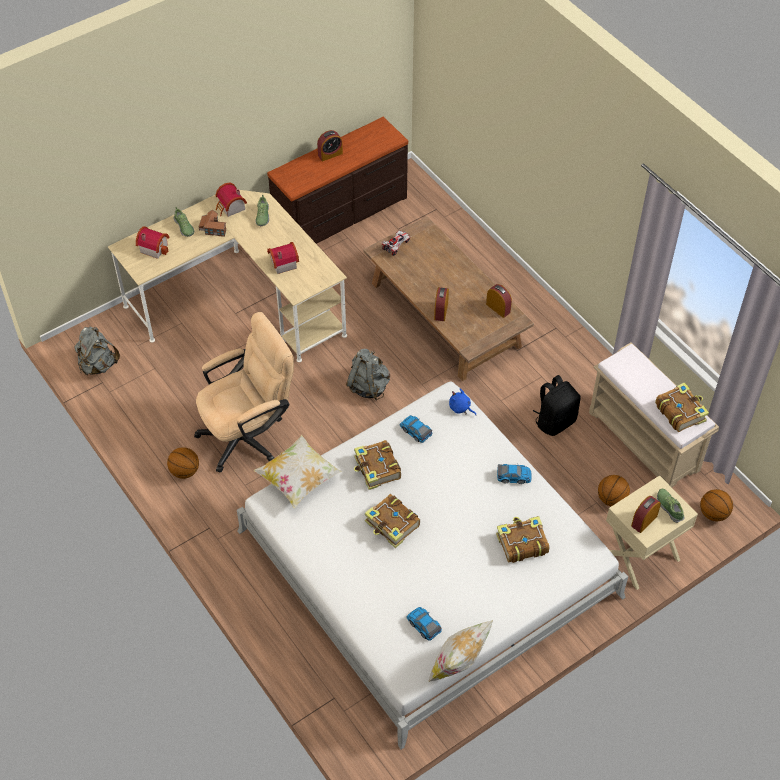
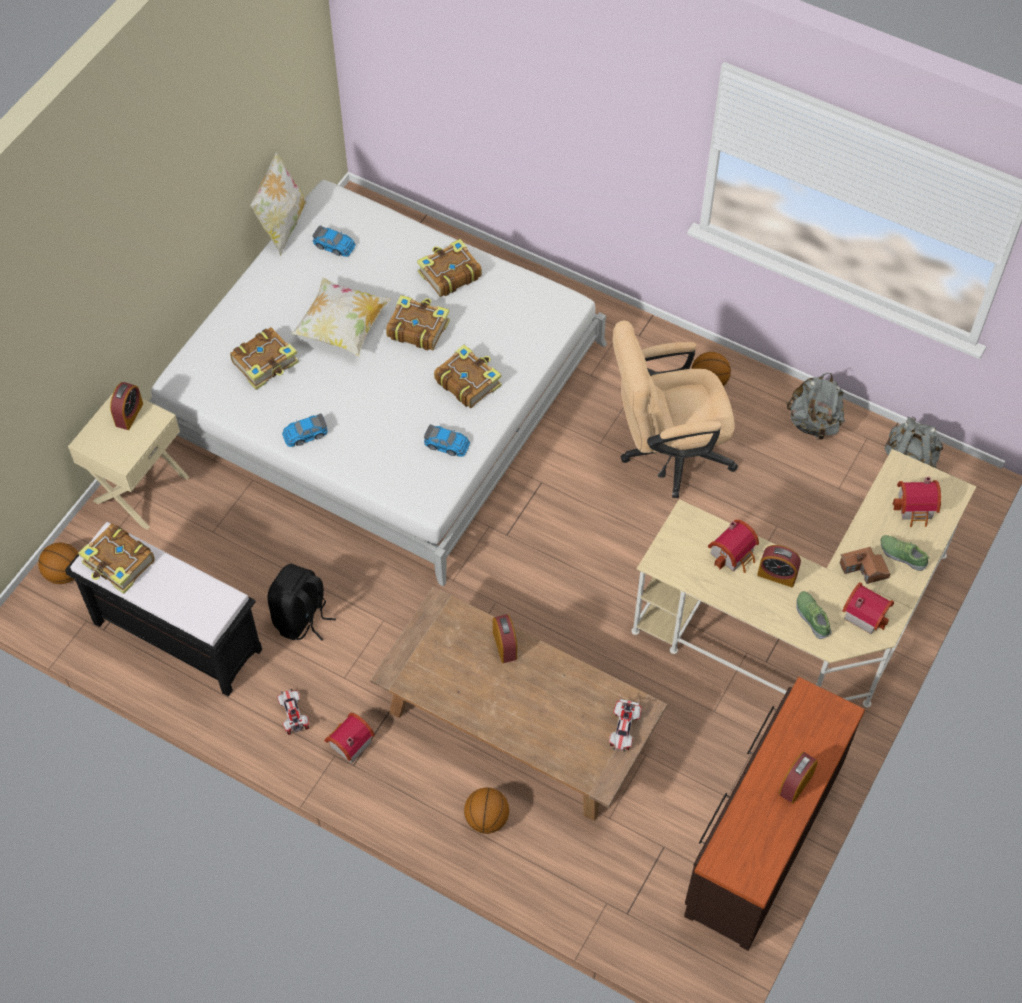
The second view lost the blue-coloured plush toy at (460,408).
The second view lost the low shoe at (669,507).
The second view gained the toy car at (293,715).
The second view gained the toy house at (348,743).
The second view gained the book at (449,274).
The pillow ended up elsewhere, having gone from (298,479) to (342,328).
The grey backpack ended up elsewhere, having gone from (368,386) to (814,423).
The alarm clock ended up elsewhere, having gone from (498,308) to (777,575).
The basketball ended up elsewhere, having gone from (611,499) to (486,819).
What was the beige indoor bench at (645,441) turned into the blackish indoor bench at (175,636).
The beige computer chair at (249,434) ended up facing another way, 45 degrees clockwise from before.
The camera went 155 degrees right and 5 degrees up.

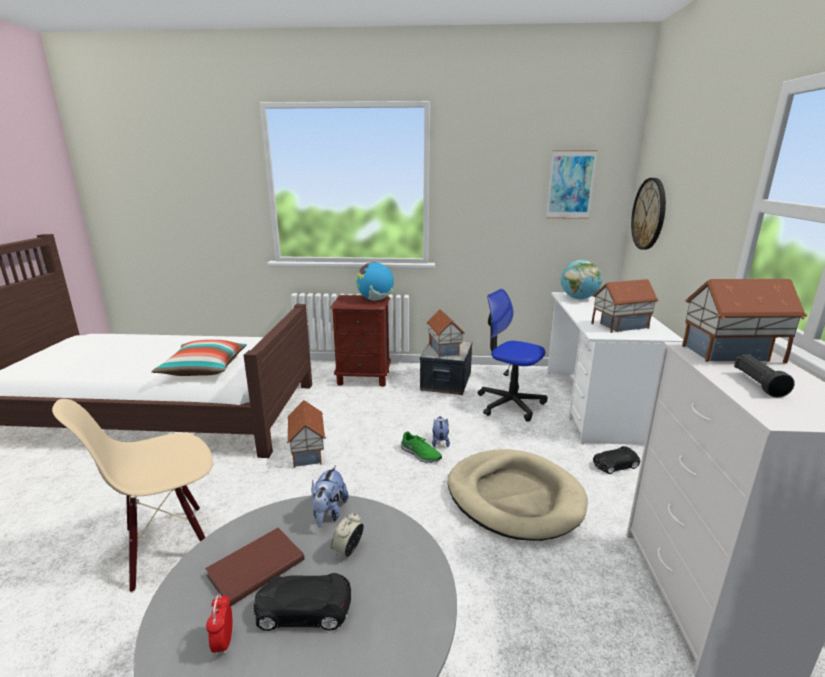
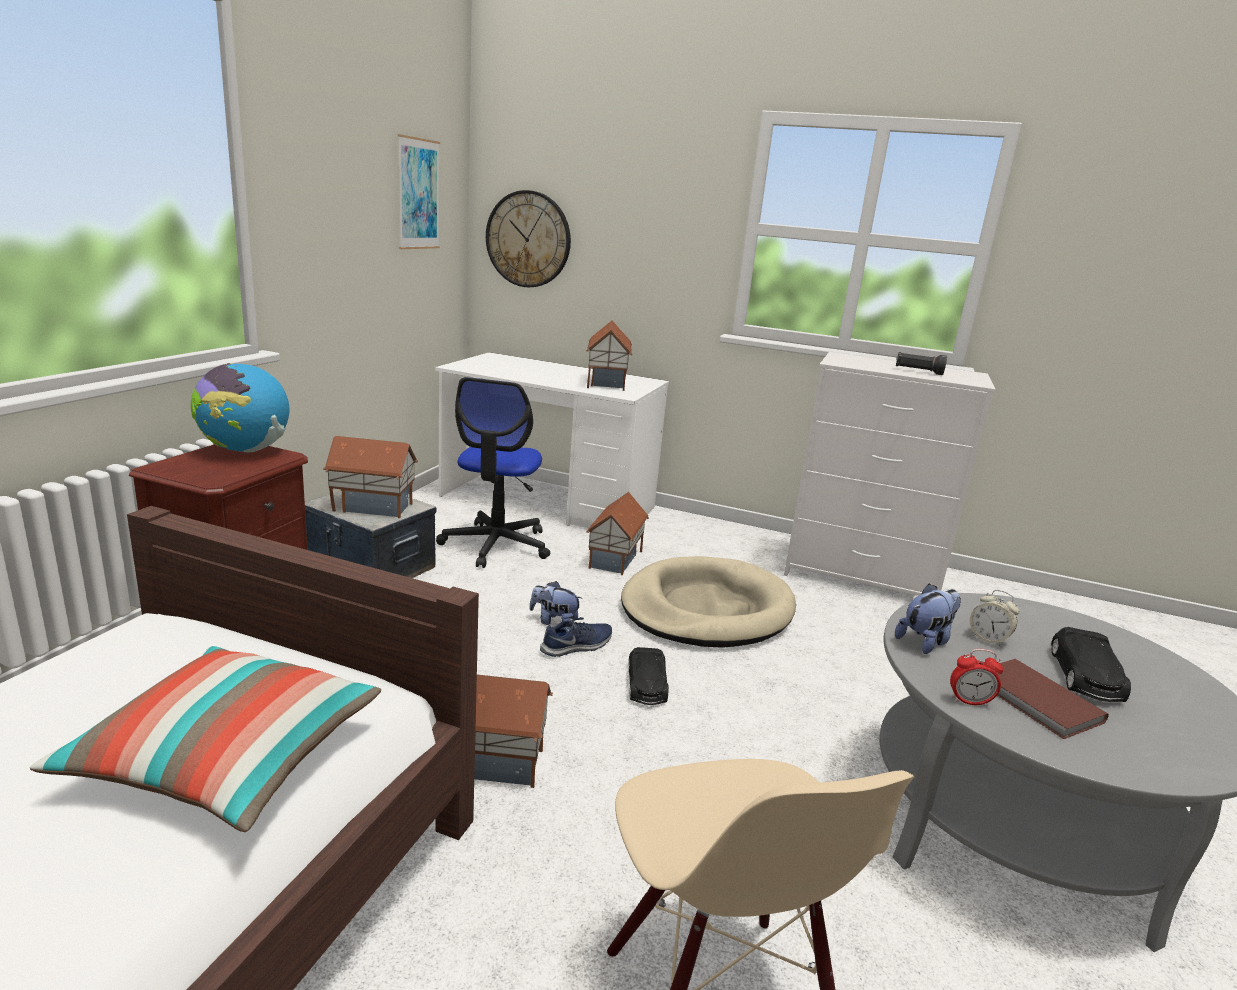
The second view lost the desk globe at (578,298).
The alarm clock ended up elsewhere, having gone from (223,642) to (969,701).
The blackish toy car ended up elsewhere, having gone from (615,465) to (646,685).
The toy house ended up elsewhere, having gone from (732,354) to (616,559).
What was the green low shoe at (420,454) turned into the blue-coloured low shoe at (577,646).
The plush toy at (329,513) ended up facing another way, 60 degrees counterclockwise from before.
The computer chair at (510,403) ended up facing another way, 45 degrees counterclockwise from before.
The camera went 75 degrees left and 0 degrees up.

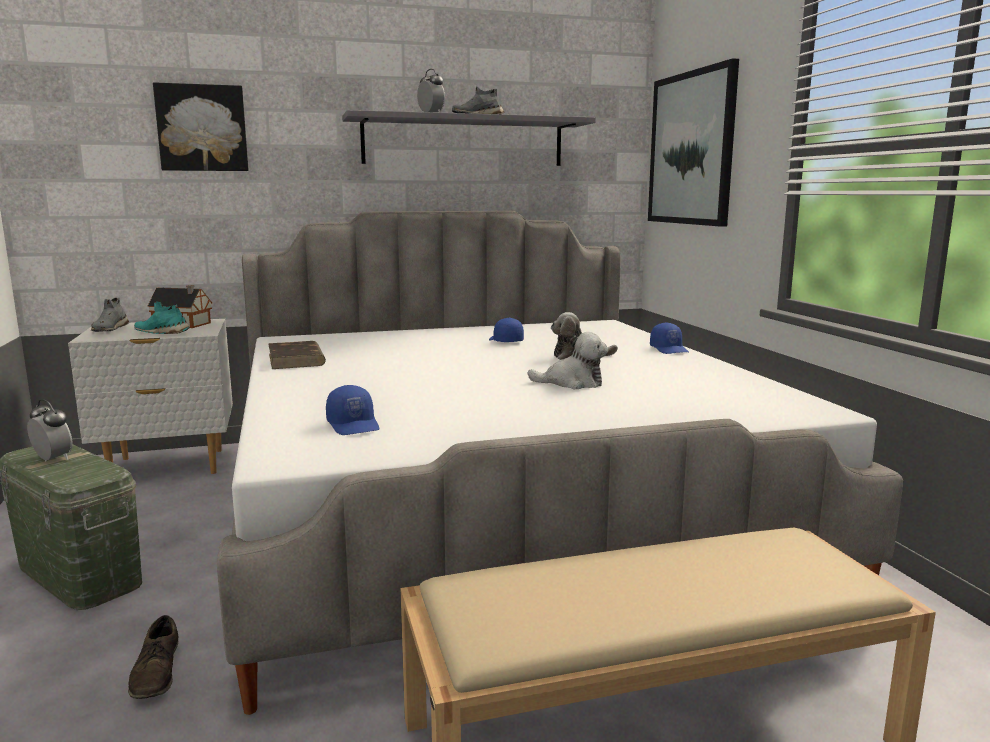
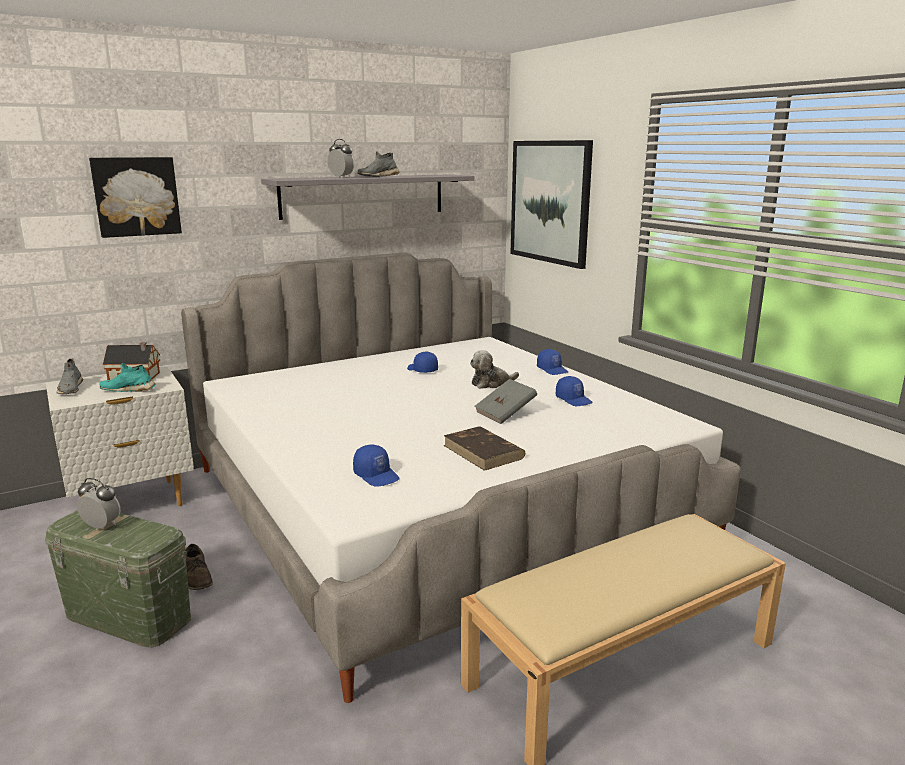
The second view gained the blue-coloured cap at (574,400).
The brownish low shoe ended up elsewhere, having gone from (156,672) to (197,576).
The brownish book ended up elsewhere, having gone from (296,359) to (483,452).
Where the plush toy stood at (572,383), the grey book came to stand at (505,414).
The camera went 15 degrees left and 5 degrees up.

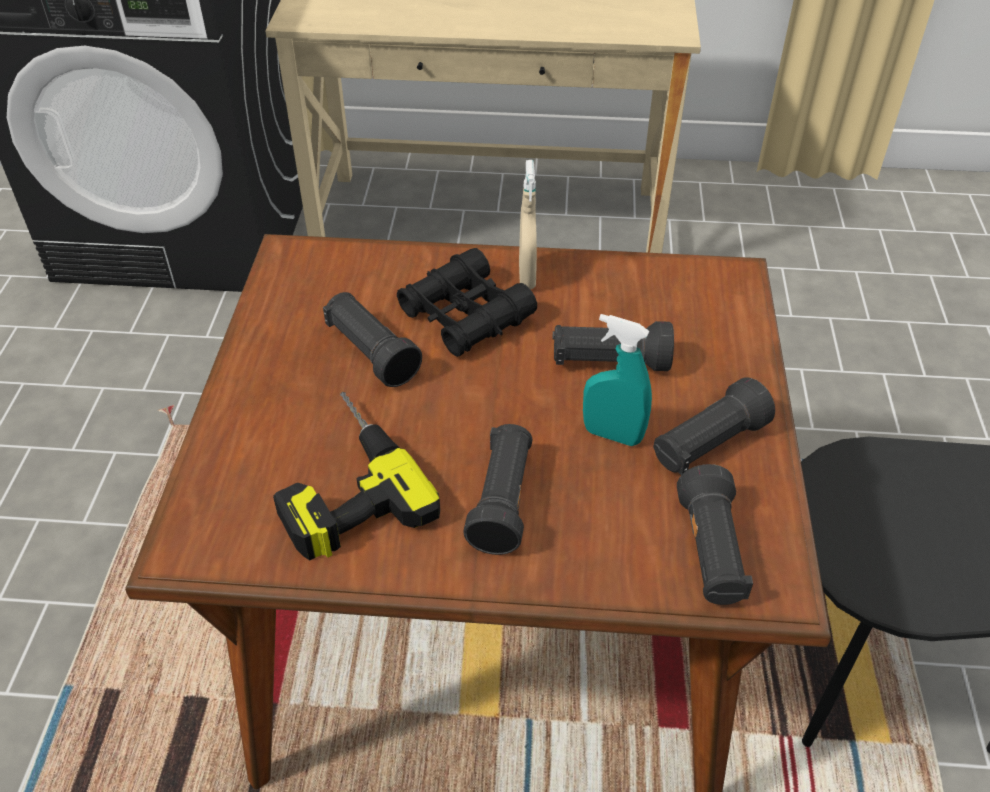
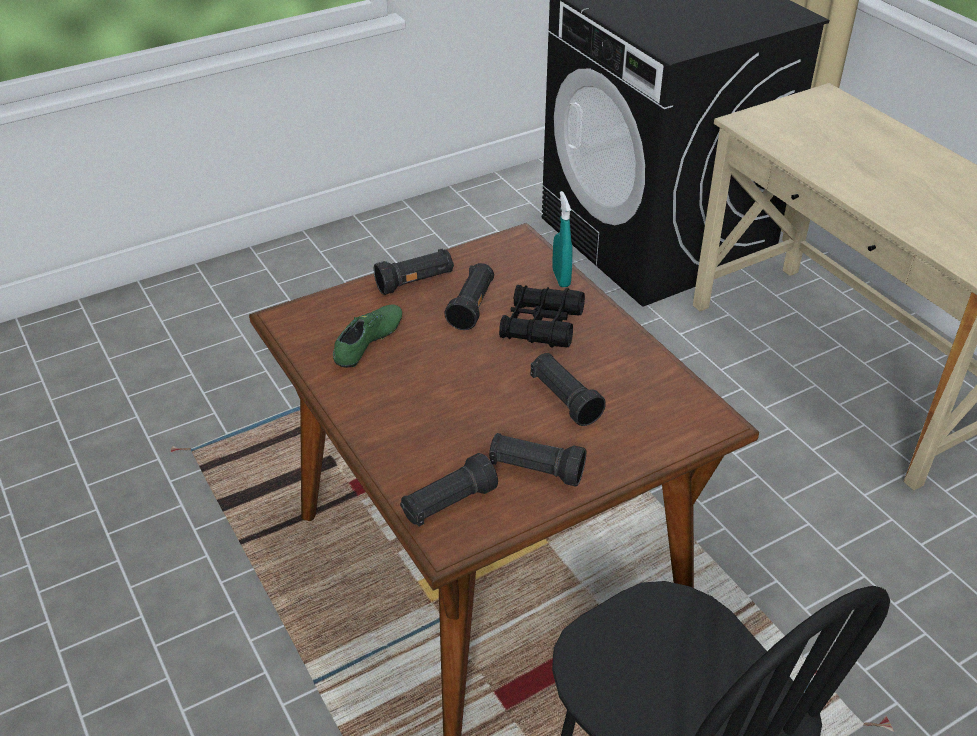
The second view lost the beige hand sprayer at (527,276).
The blackish flashlight ended up elsewhere, having gone from (503,501) to (415,282).
The blue-green hand sprayer ended up elsewhere, having gone from (612,435) to (561,278).
Where the electric drill stood at (340,482), the green low shoe came to stand at (369,343).
The camera went 55 degrees right and 5 degrees down.

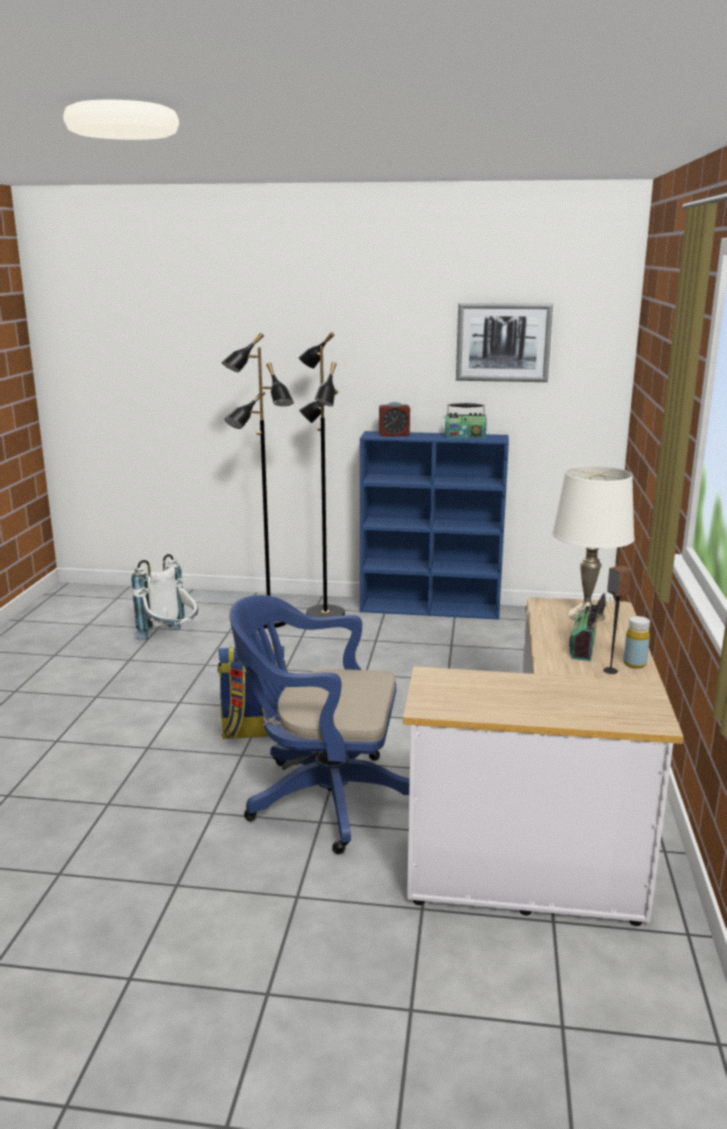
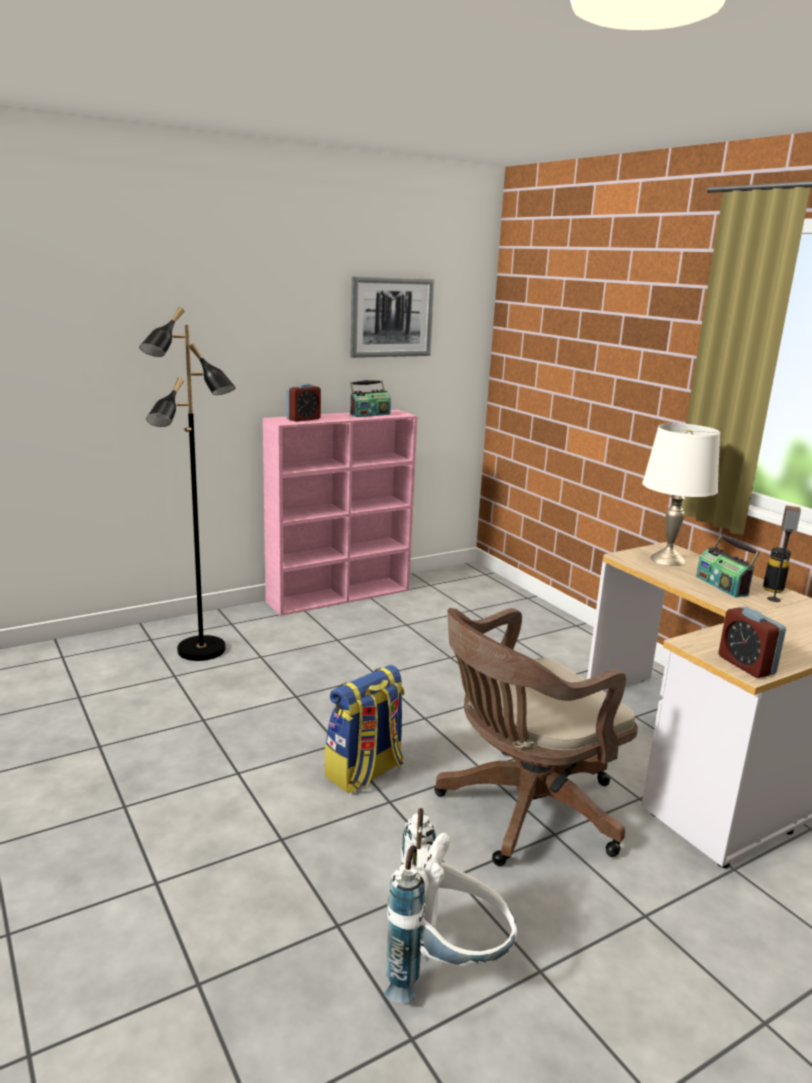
The second view lost the blackish standard lamp at (324,615).
The second view gained the alarm clock at (746,665).
The white backpack ended up elsewhere, having gone from (171,639) to (445,969).
What was the blue-coloured computer chair at (322,798) turned into the brownish computer chair at (522,811).
What was the blue-coloured bookshelf at (431,608) turned into the pinkish bookshelf at (340,595).
What was the yellow-coloured drink bottle at (634,664) turned into the blackish drink bottle at (773,589).
The camera went 40 degrees left and 0 degrees up.

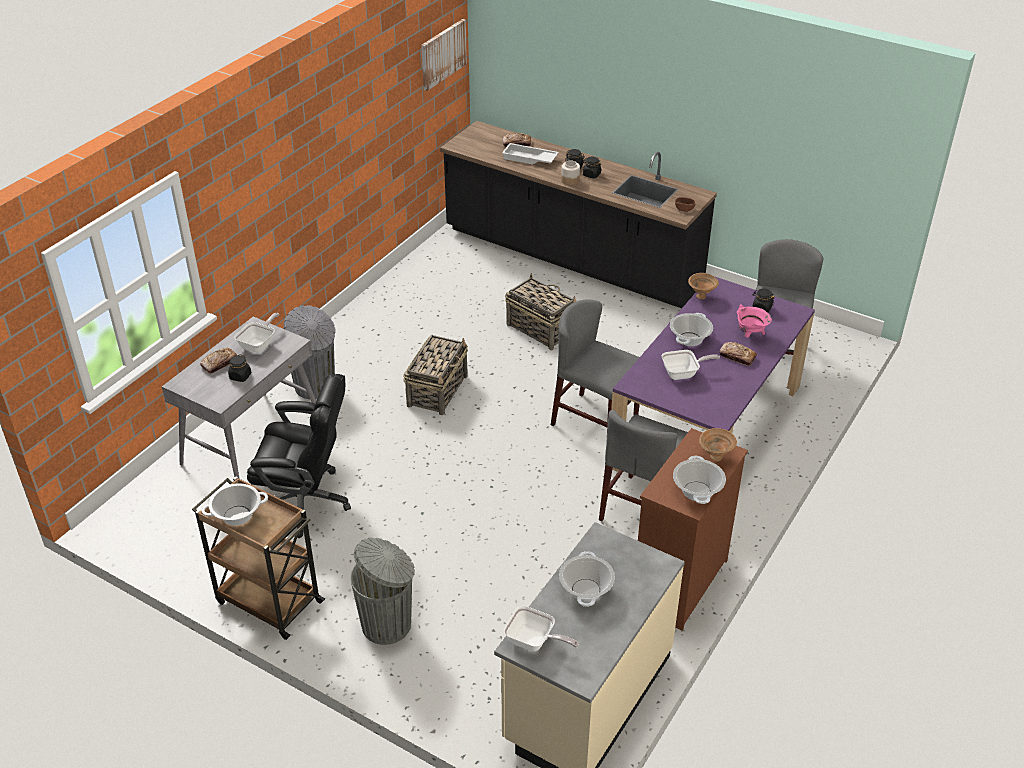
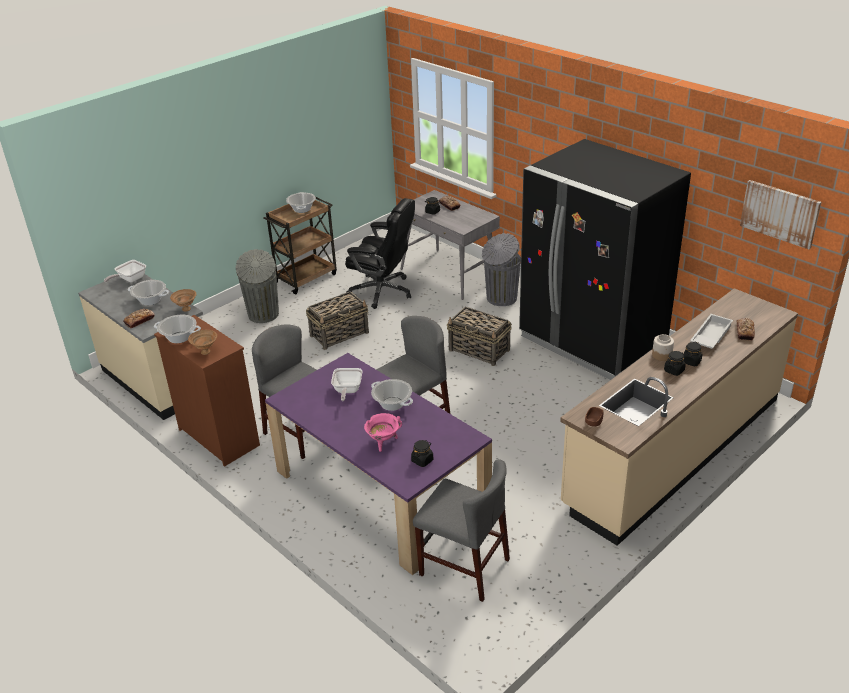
The second view lost the skillet at (259,344).
The second view gained the blackish refrigerator at (592,341).
The basket ended up elsewhere, having gone from (540,329) to (340,334).
The brownish bowl ended up elsewhere, having gone from (701,296) to (186,309).
The baked bread ended up elsewhere, having gone from (737,356) to (139,321).
What was the blackish kitchen counter at (571,258) turned into the beige kitchen counter at (673,450).
The blackish computer chair at (305,501) ended up facing another way, 90 degrees counterclockwise from before.
The camera went 105 degrees right and 5 degrees down.

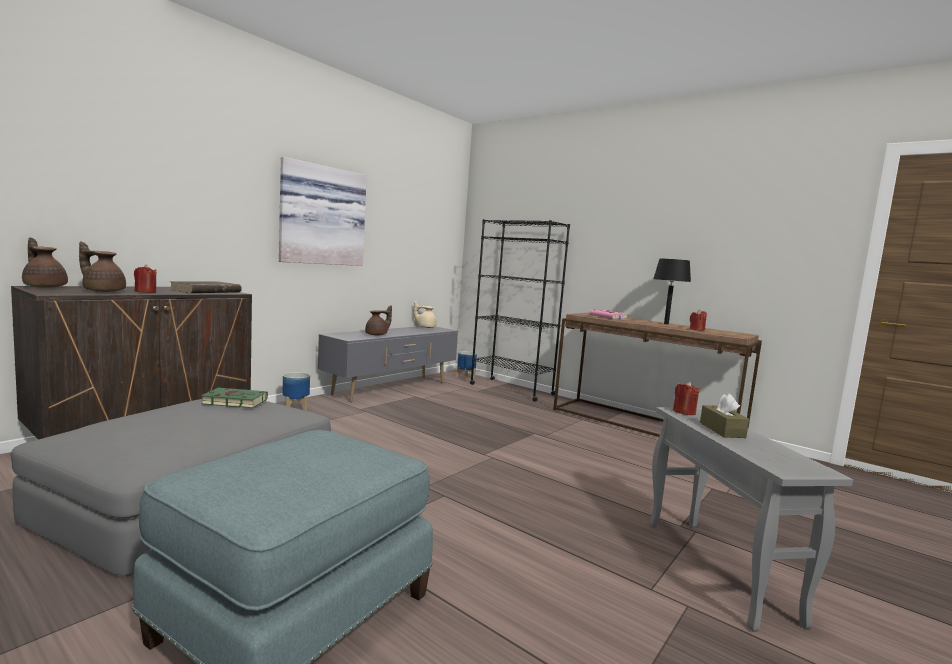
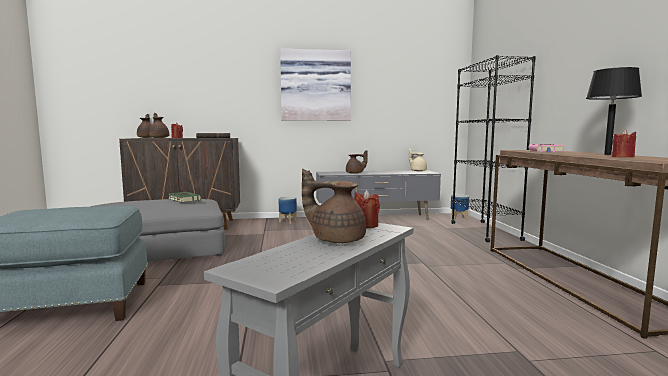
Where the brownish tissue holder stood at (722,430), the brownish teapot came to stand at (336,239).
The camera went 45 degrees right and 0 degrees up.

